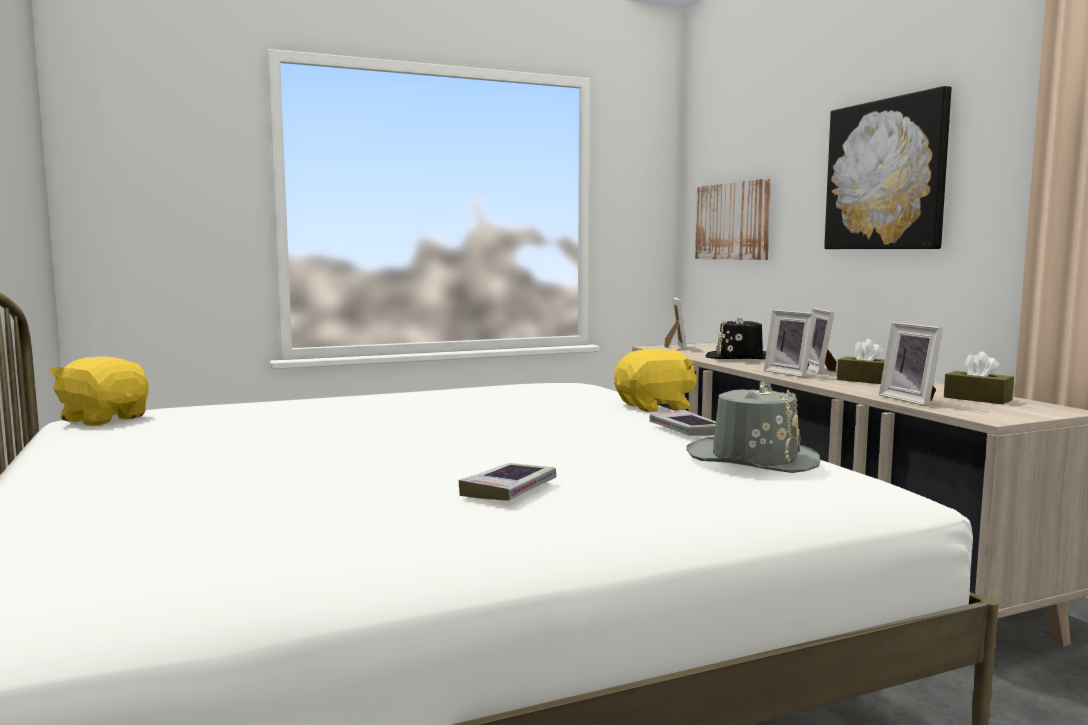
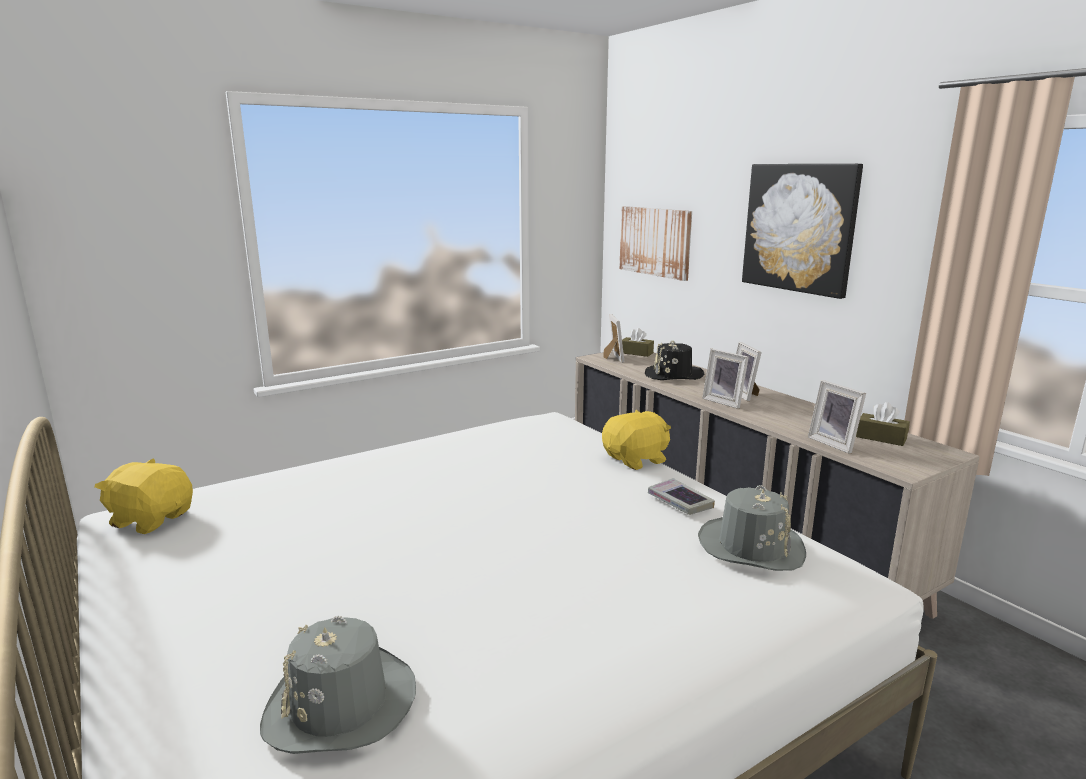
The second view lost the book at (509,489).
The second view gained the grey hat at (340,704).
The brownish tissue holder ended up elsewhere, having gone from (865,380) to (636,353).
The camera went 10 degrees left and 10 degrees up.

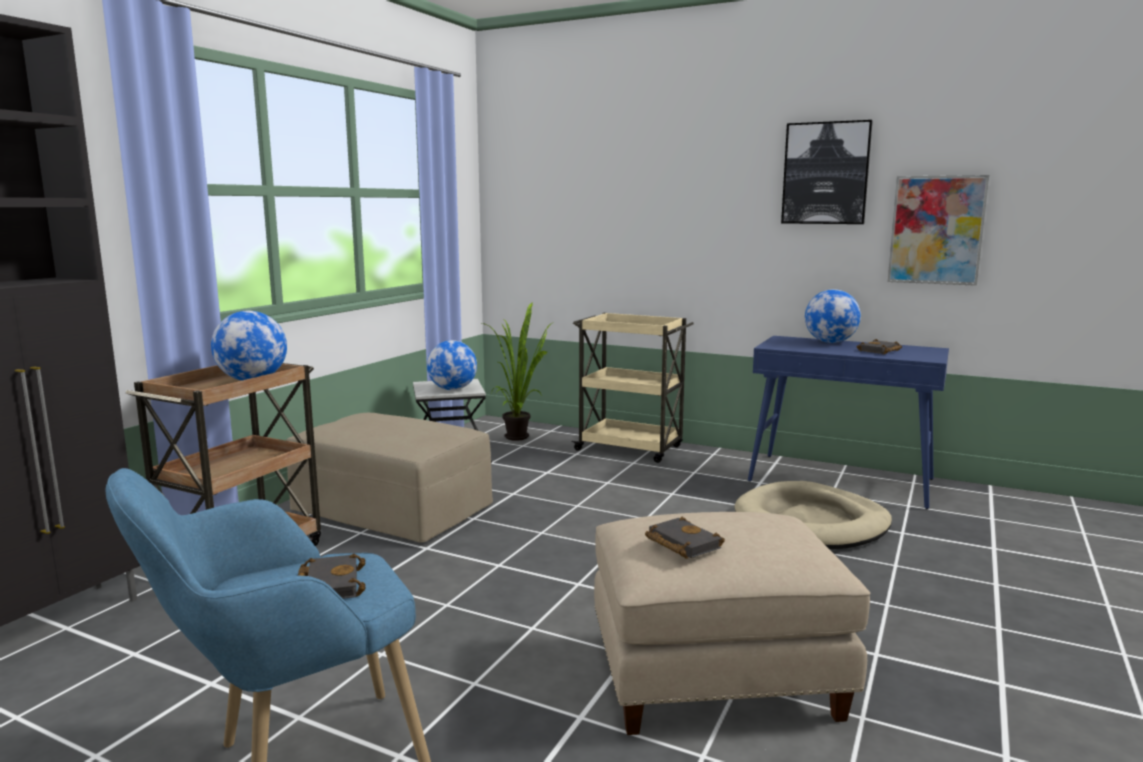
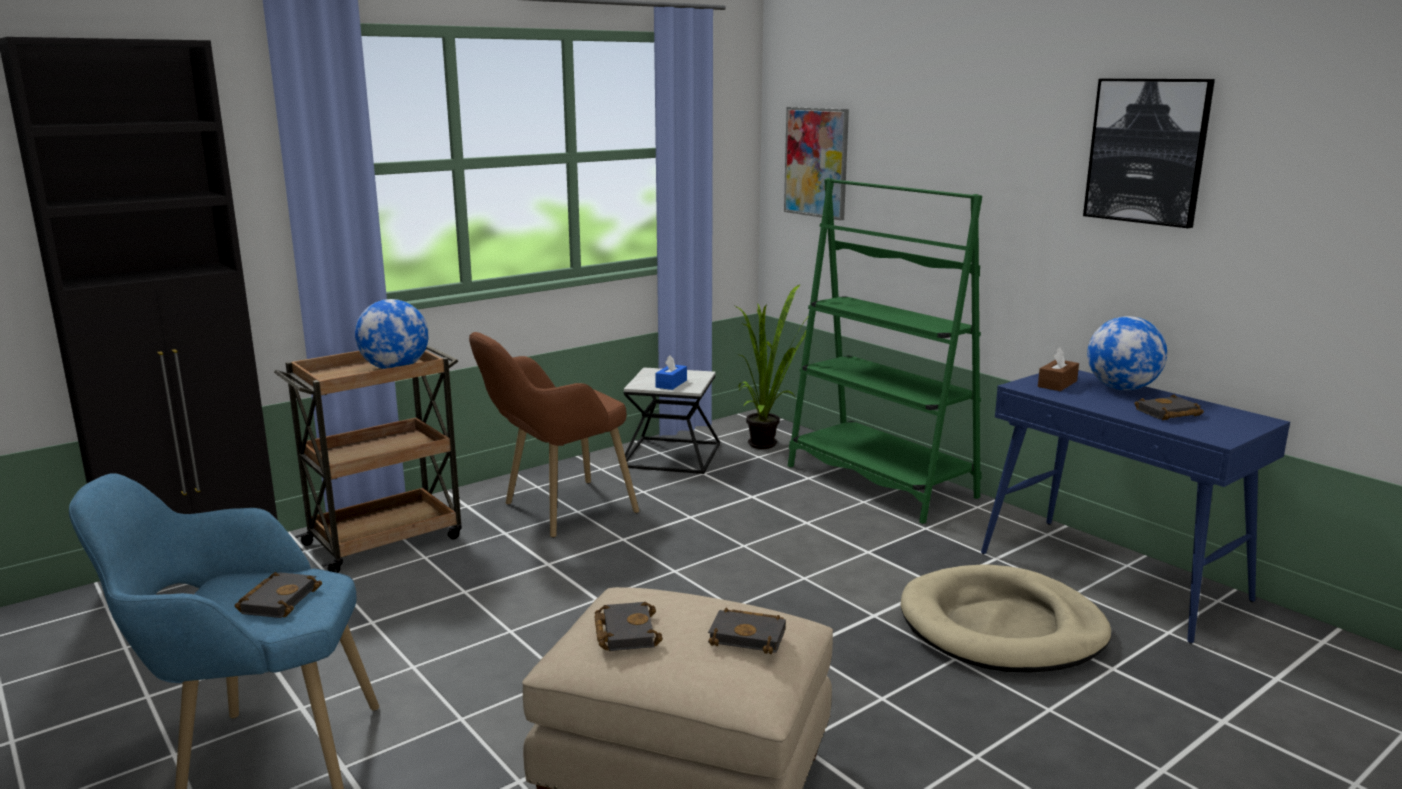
The second view gained the blackish book at (749,636).
The second view gained the brownish tissue holder at (1057,384).
The wall picture ended up elsewhere, having gone from (936,230) to (816,162).
Where the beige footrest stood at (392,510), the brownish easy chair came to stand at (555,513).
Where the desk globe stood at (453,389), the blue-coloured tissue holder came to stand at (671,384).
Where the beige trolley stood at (631,449), the green bookshelf came to stand at (880,482).
The camera went 25 degrees right and 5 degrees up.

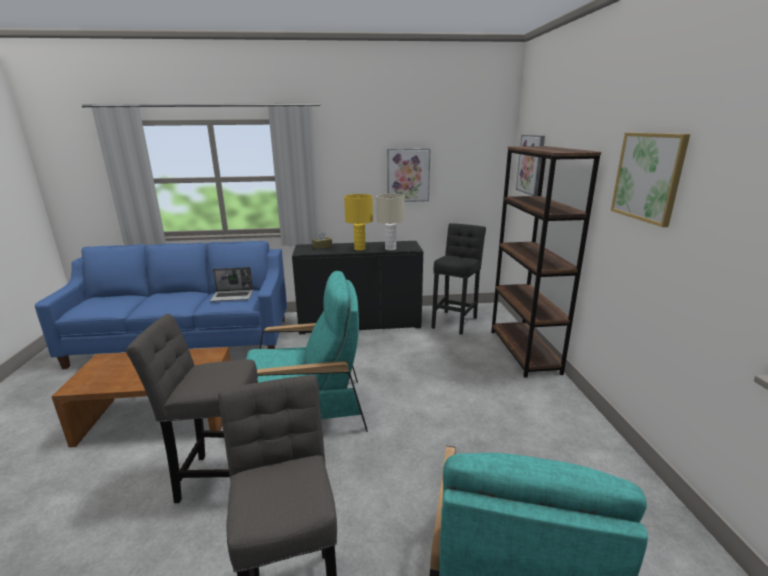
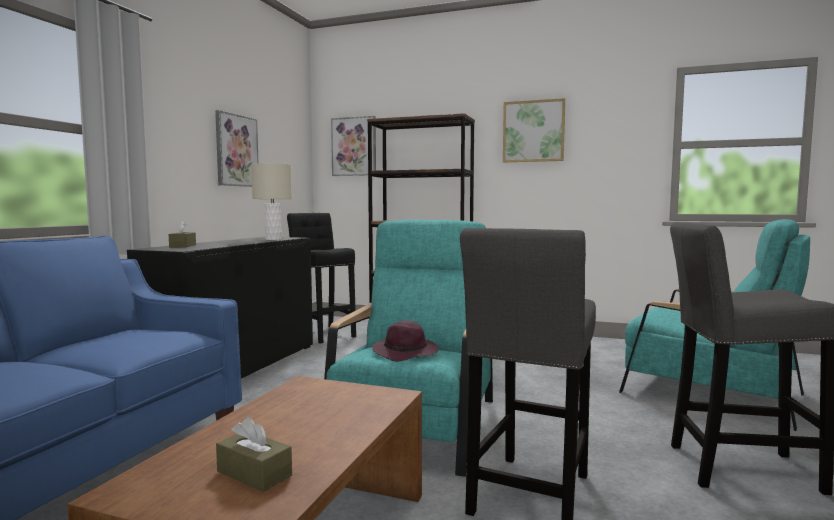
The second view lost the portable computer at (233,296).
The second view lost the yellow-coloured lamp for a table at (359,249).
The second view gained the brownish tissue holder at (254,473).
The second view gained the purple hat at (406,353).
The camera went 65 degrees left and 15 degrees down.

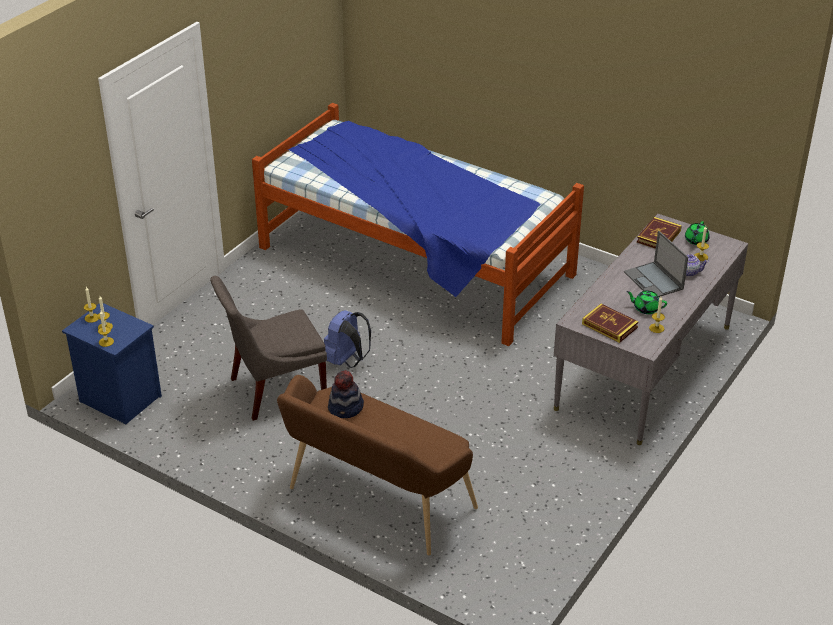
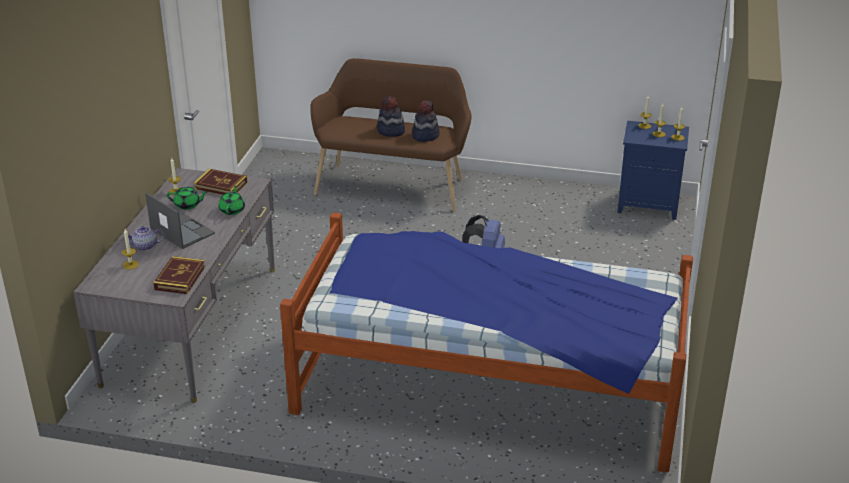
The second view lost the grey upright chair at (273,389).
The second view gained the hat at (390,131).
The green teapot ended up elsewhere, having gone from (696,240) to (232,210).
The camera went 160 degrees right and 5 degrees down.

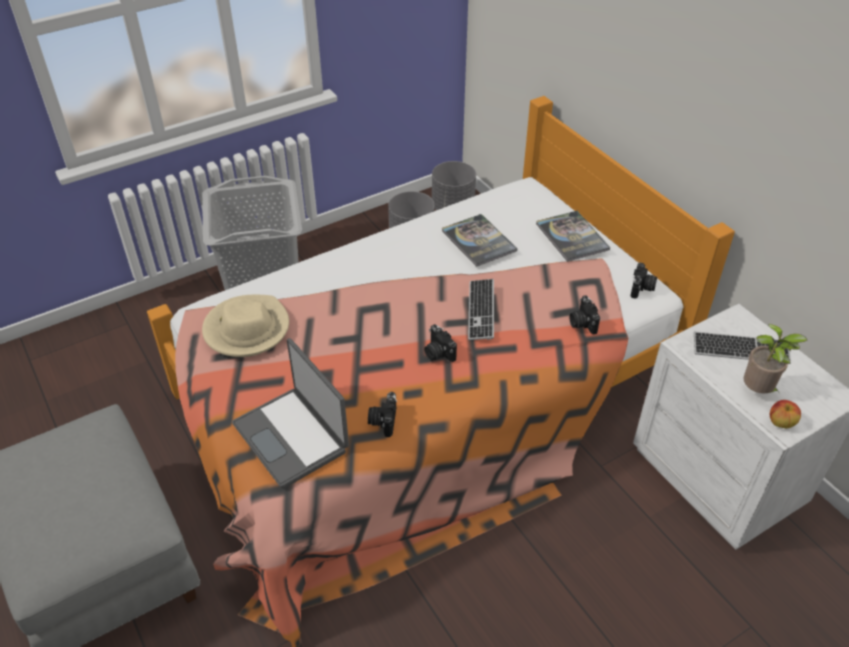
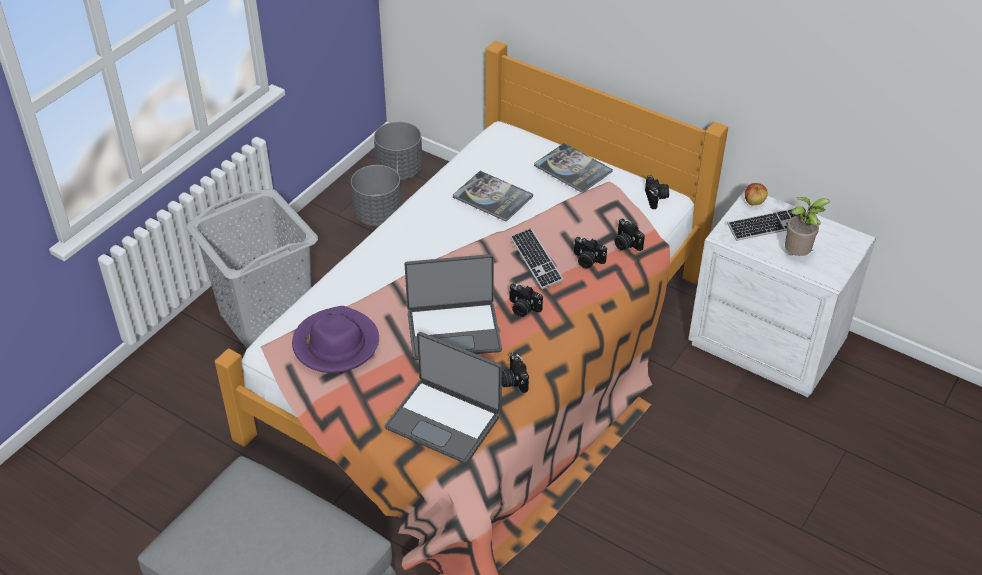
The second view gained the portable computer at (454,330).
The second view gained the photo camera at (587,261).
The whole apple ended up elsewhere, having gone from (781,423) to (754,202).
What was the beige hat at (246,329) turned into the purple hat at (335,344).
The camera went 25 degrees left and 0 degrees up.

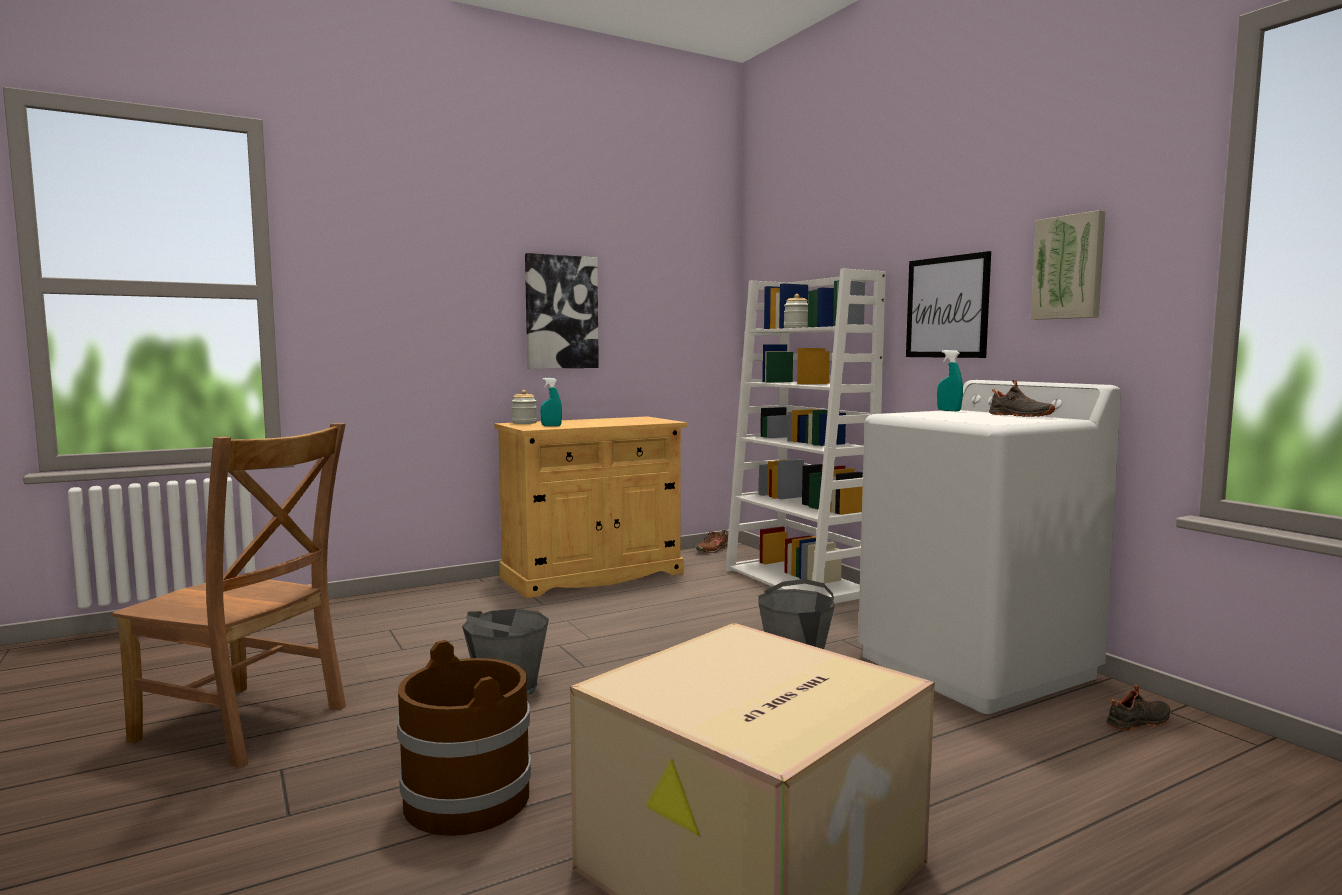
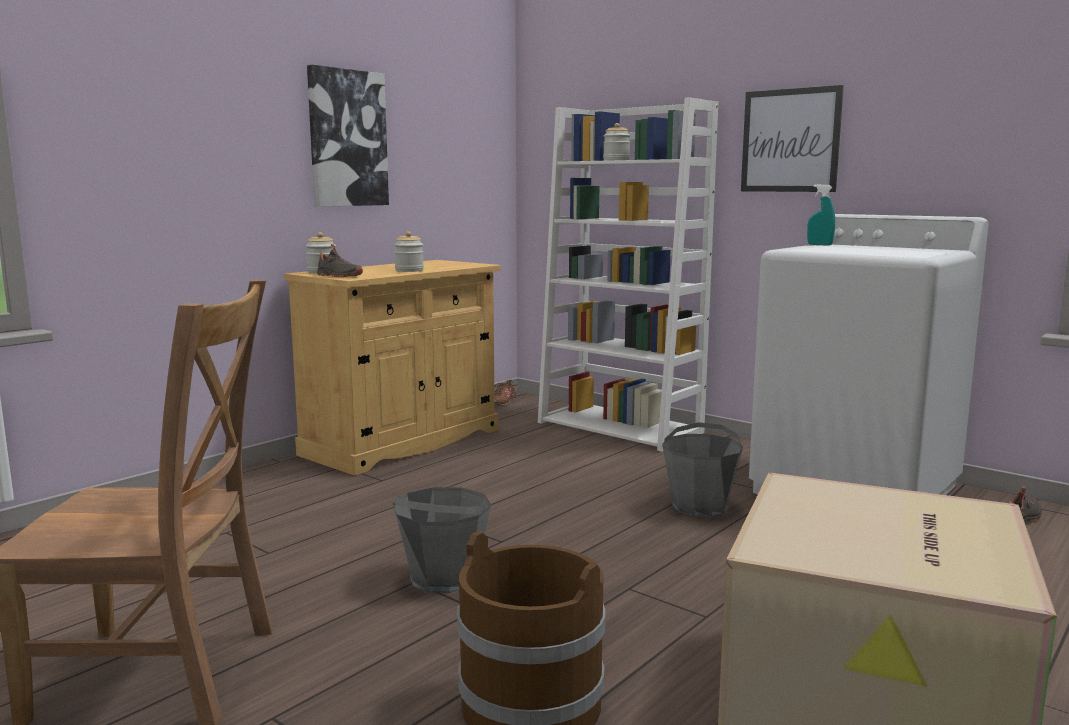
The second view lost the blue-green hand sprayer at (551,426).
The second view lost the wall picture at (1069,267).
The second view gained the preserve jar at (409,270).
The blackish low shoe ended up elsewhere, having gone from (1019,416) to (338,276).
The camera went 20 degrees left and 5 degrees up.

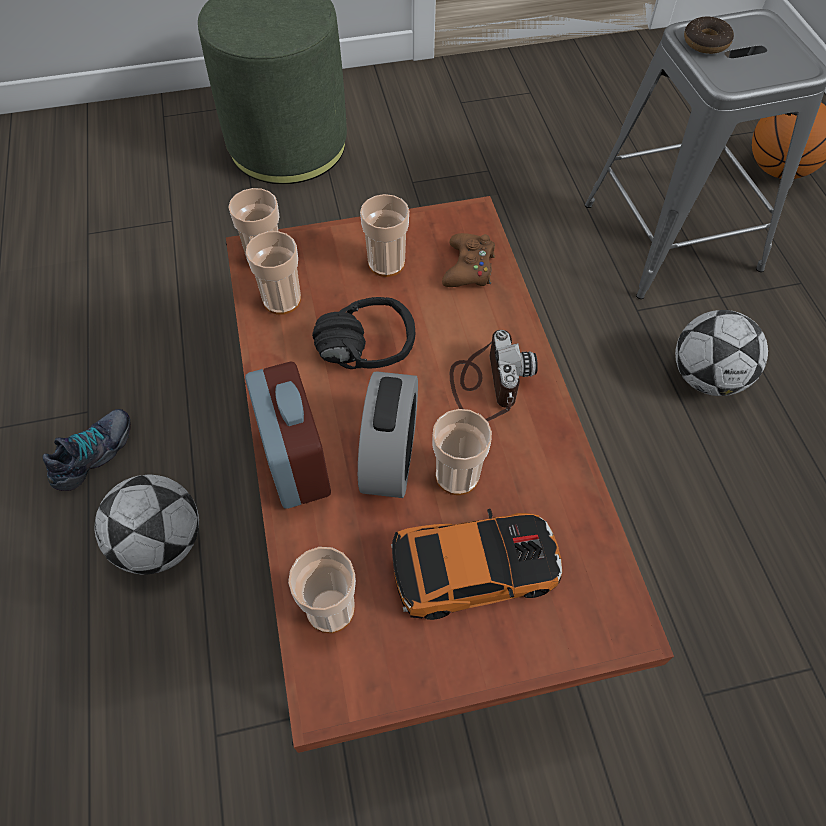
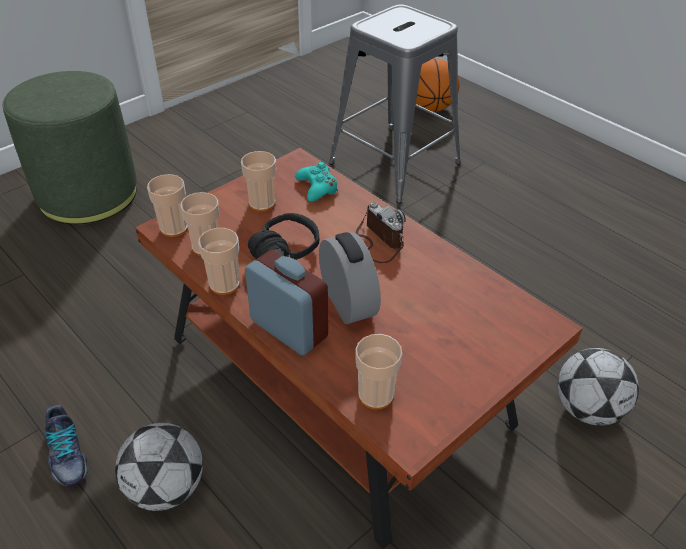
The second view lost the toy car at (474,566).
The second view lost the doughnut at (706,42).
The small cup ended up elsewhere, having gone from (457,475) to (224,284).
The football ball ended up elsewhere, having gone from (706,377) to (587,409).
What was the brownish gamepad at (469,268) turned into the blue-green gamepad at (317,188).
The low shoe at (95,454) ended up facing another way, 150 degrees clockwise from before.
The camera went 30 degrees left and 15 degrees down.

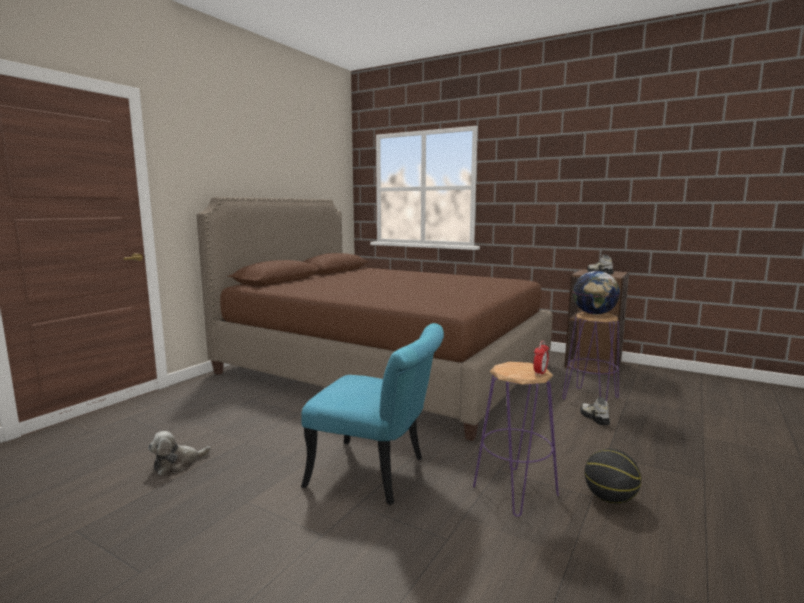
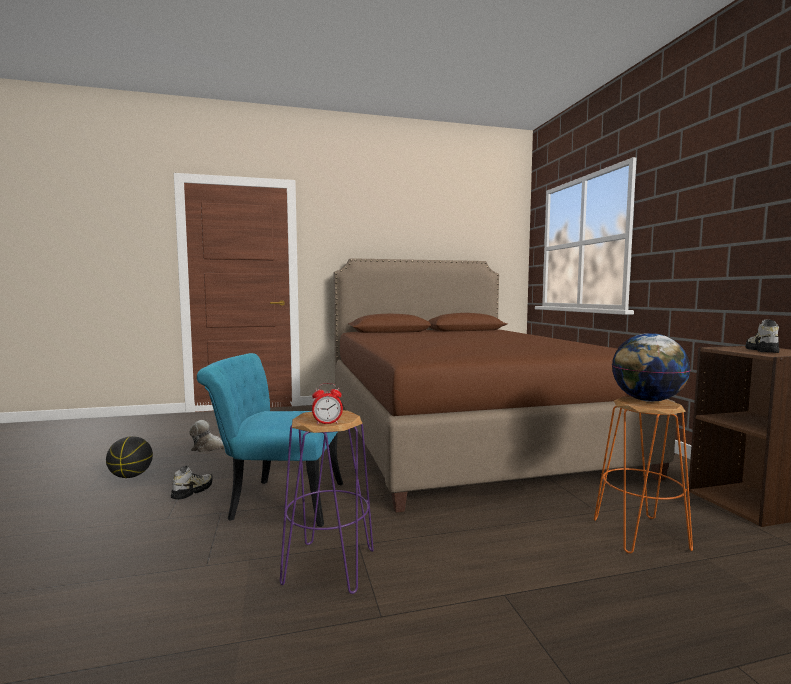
The low shoe ended up elsewhere, having gone from (594,418) to (192,491).
The basketball ended up elsewhere, having gone from (610,499) to (130,476).
What was the purple sitting stool at (590,398) turned into the orange-coloured sitting stool at (639,534).
The blue-green upright chair at (378,474) ended up facing another way, 120 degrees clockwise from before.
The camera went 45 degrees right and 5 degrees down.

